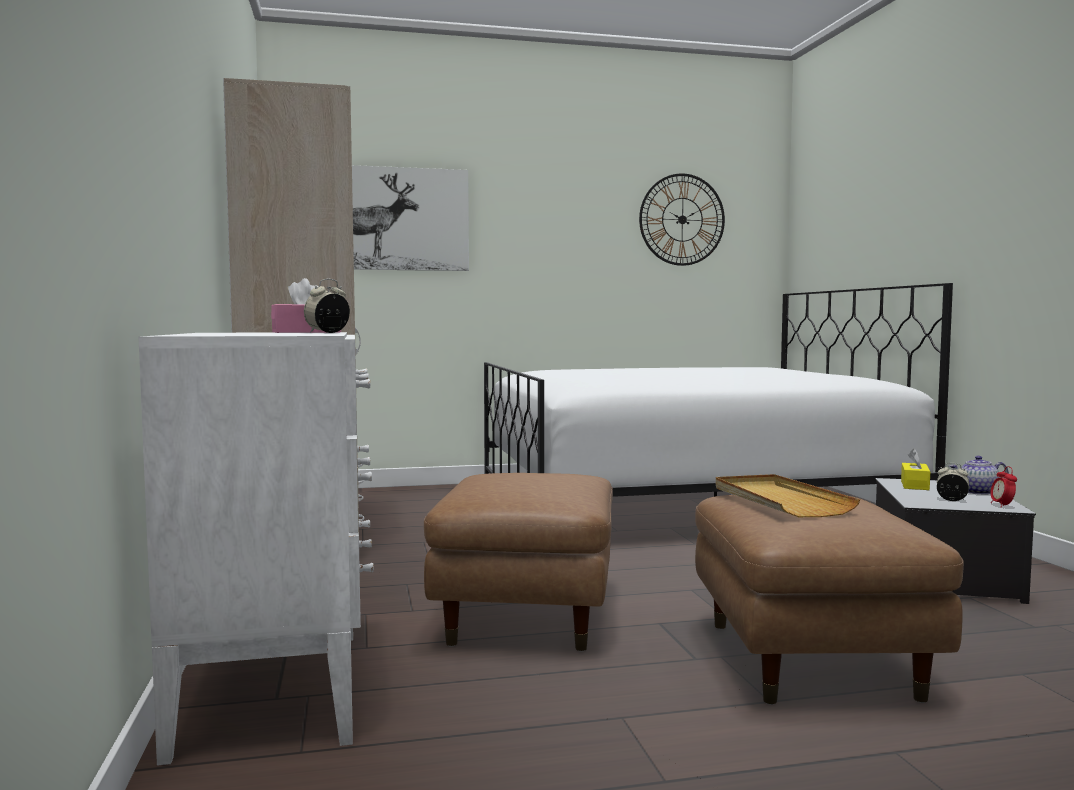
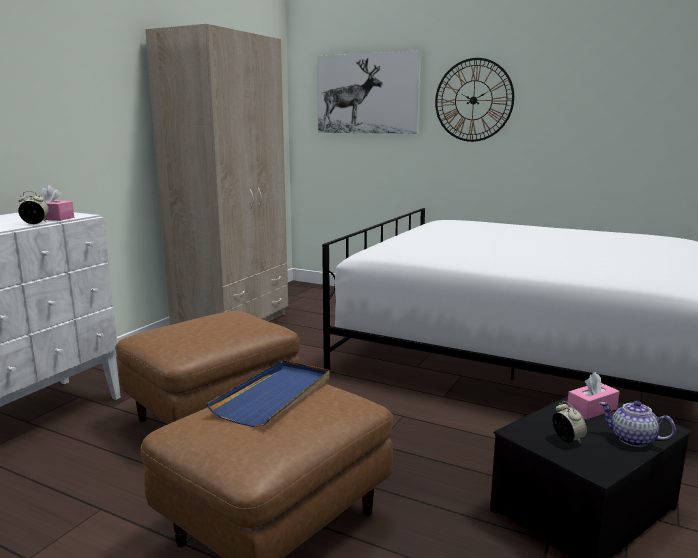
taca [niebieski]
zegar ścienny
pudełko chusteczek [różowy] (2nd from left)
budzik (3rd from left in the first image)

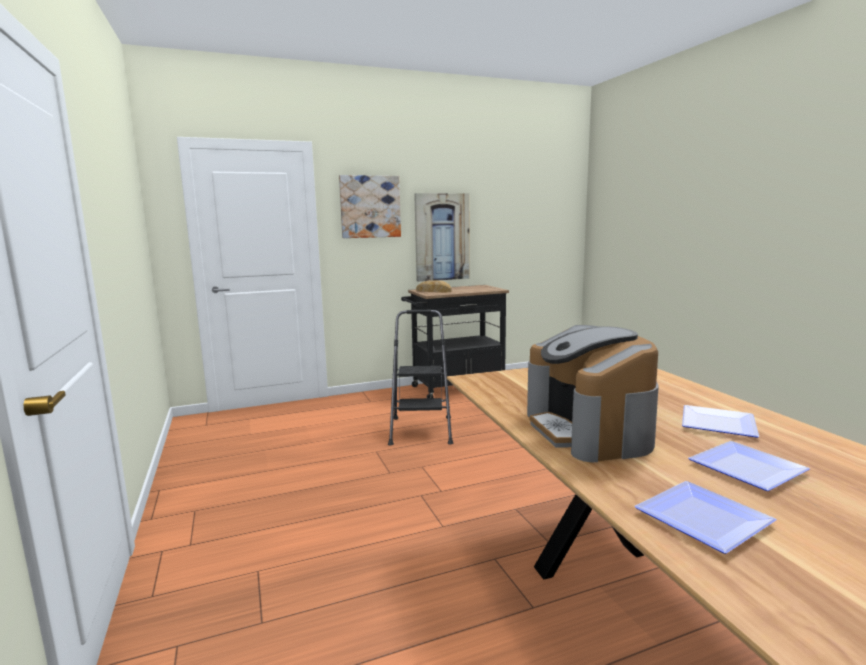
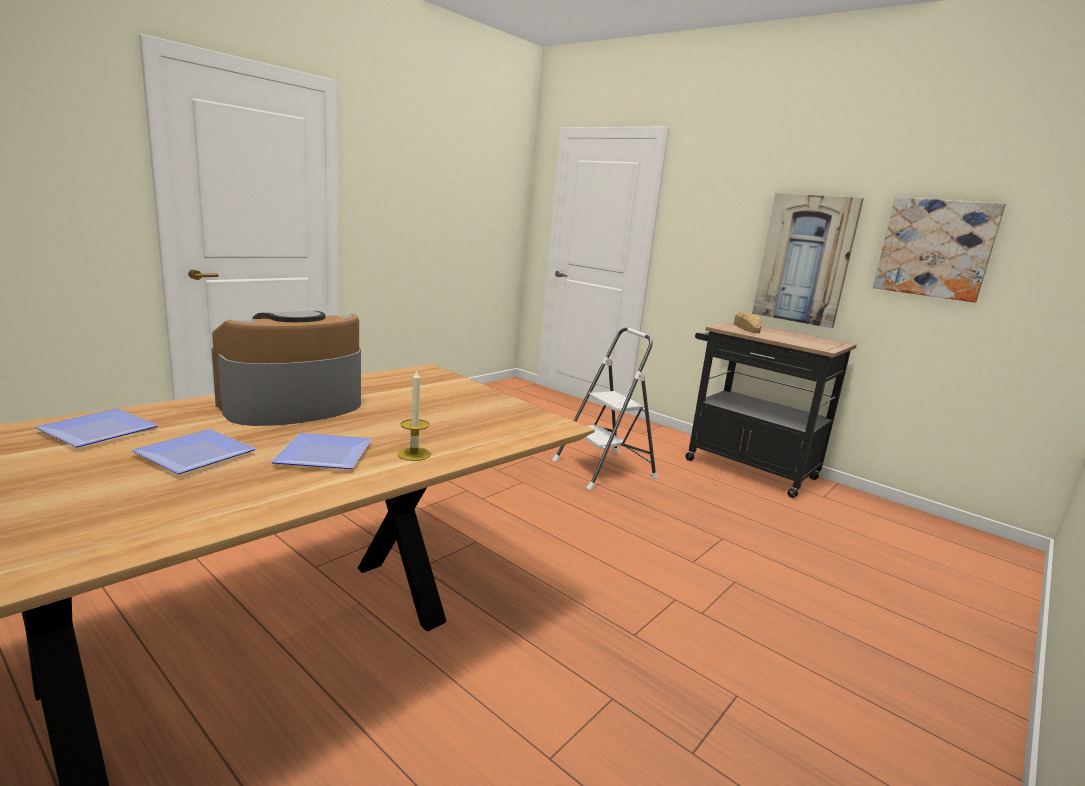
świeca
drabinka [biały]
obraz (2nd from left)

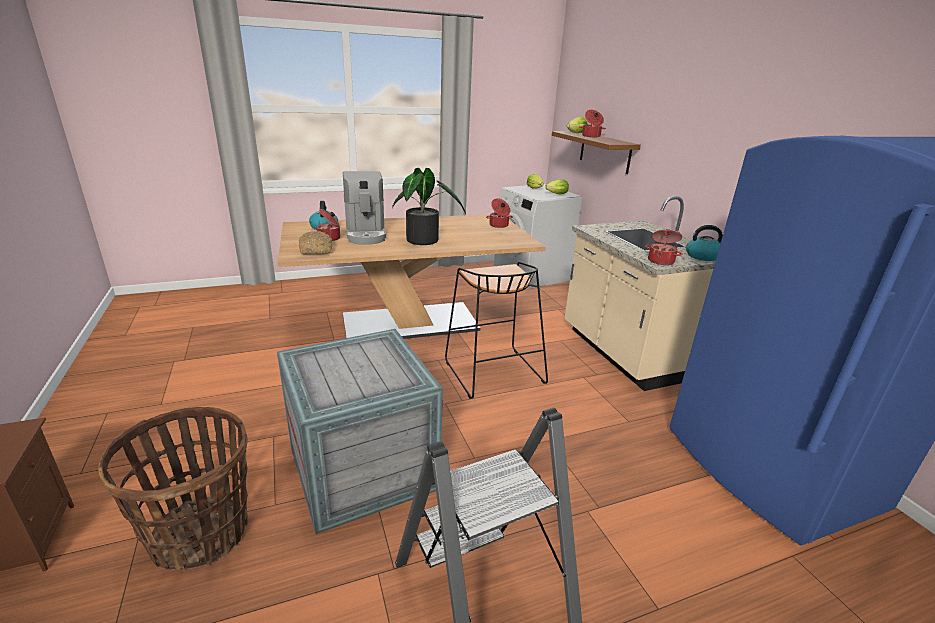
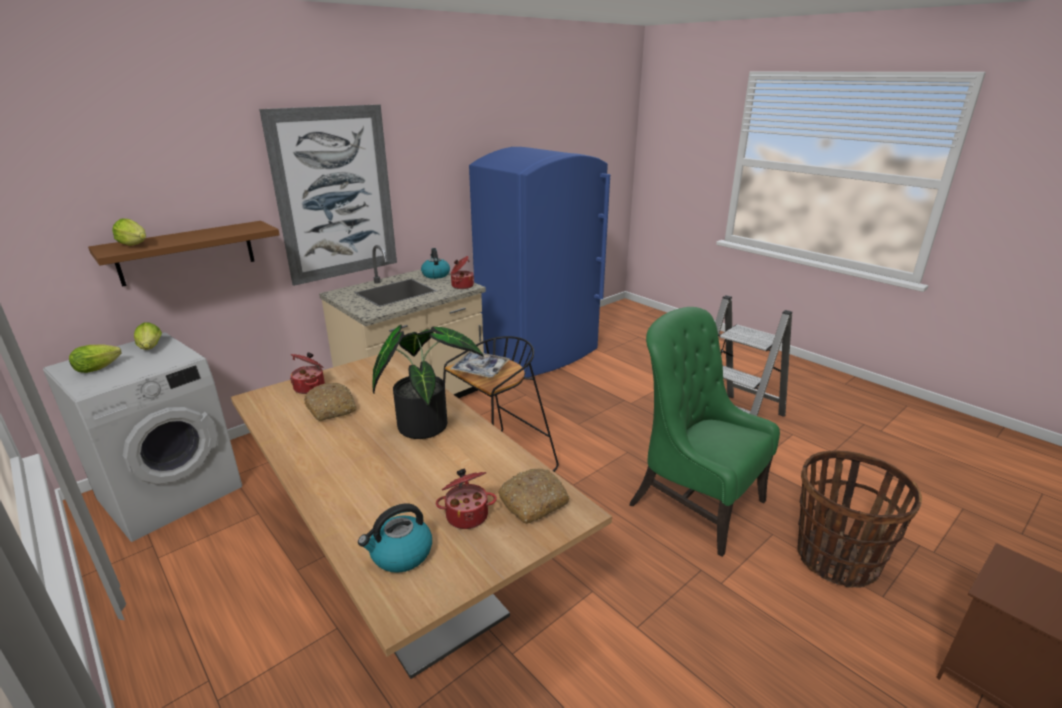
obraz
chleb (1st from left)
taca
krzesło [zielony]
ekspres do kawy
garnek (3rd from left in the first image)

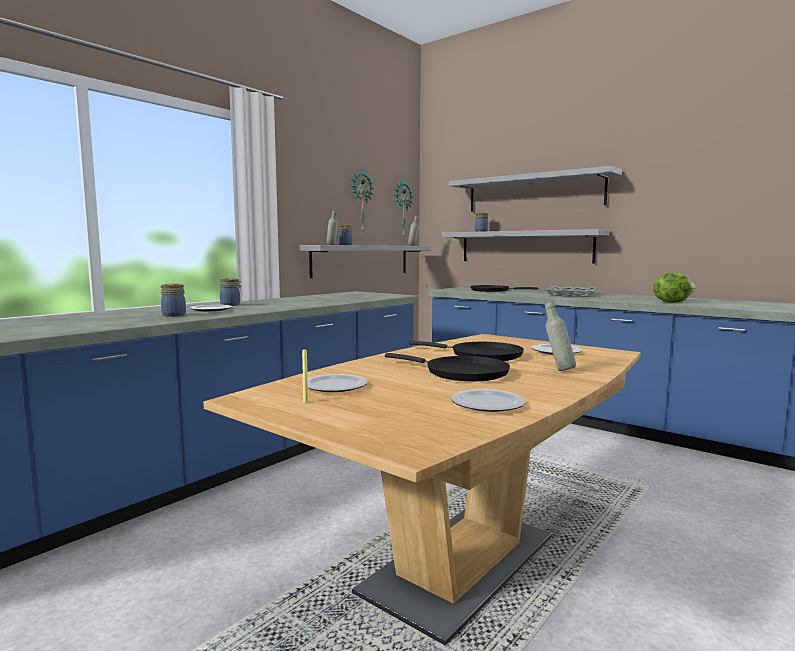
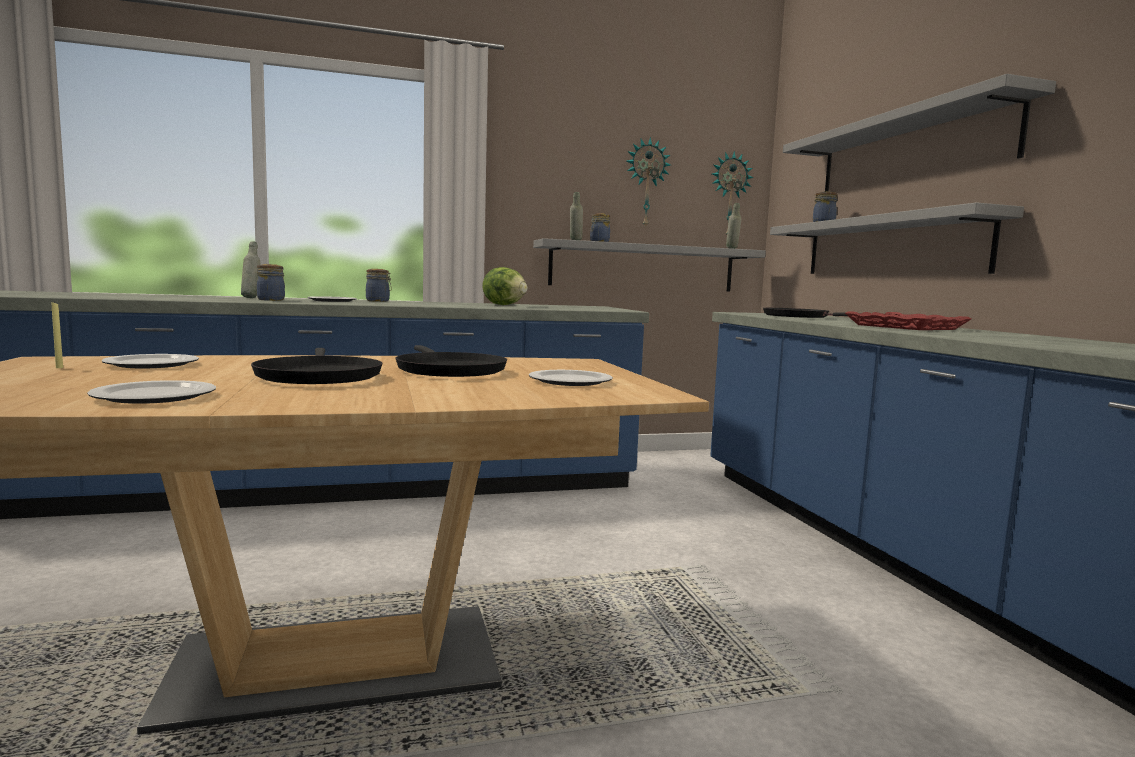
butelka [szary] (1st from left)
sałata
taca [czerwony]

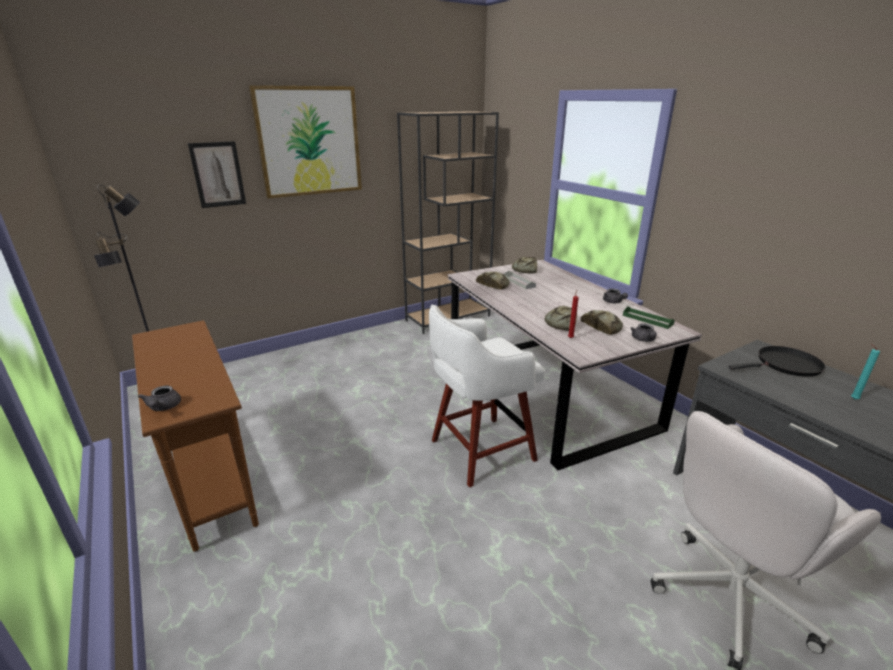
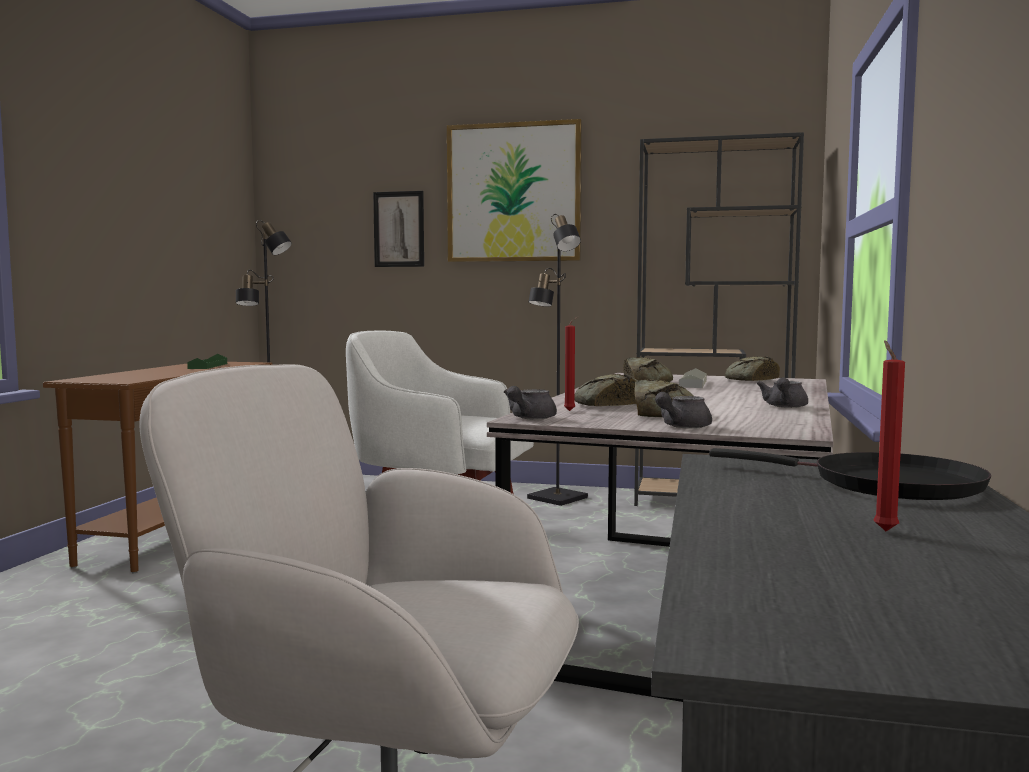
taca [zielony]
imbryk [szary] (1st from left)
lampa stojąca [czarny] (2nd from left)
świeca [czerwony] (2nd from left)

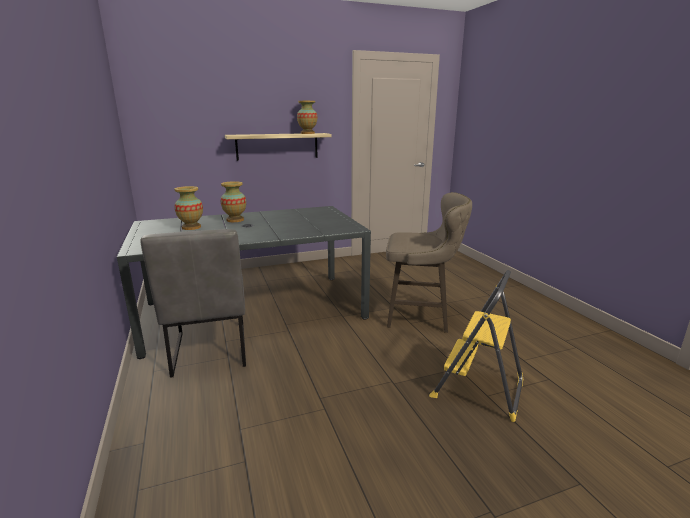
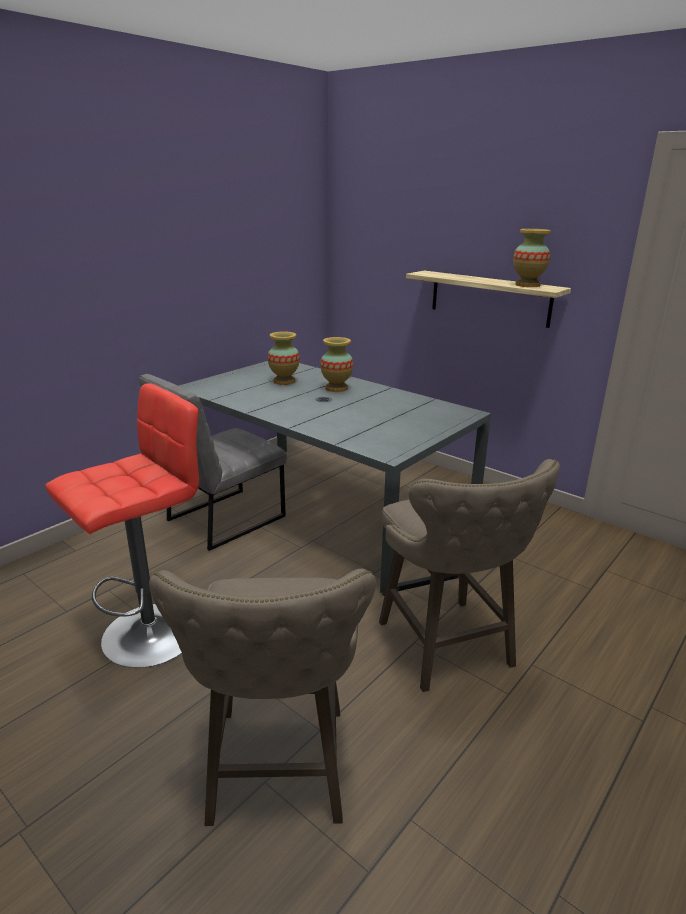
stołek [czerwony]
stołek [beżowy] (1st from left)

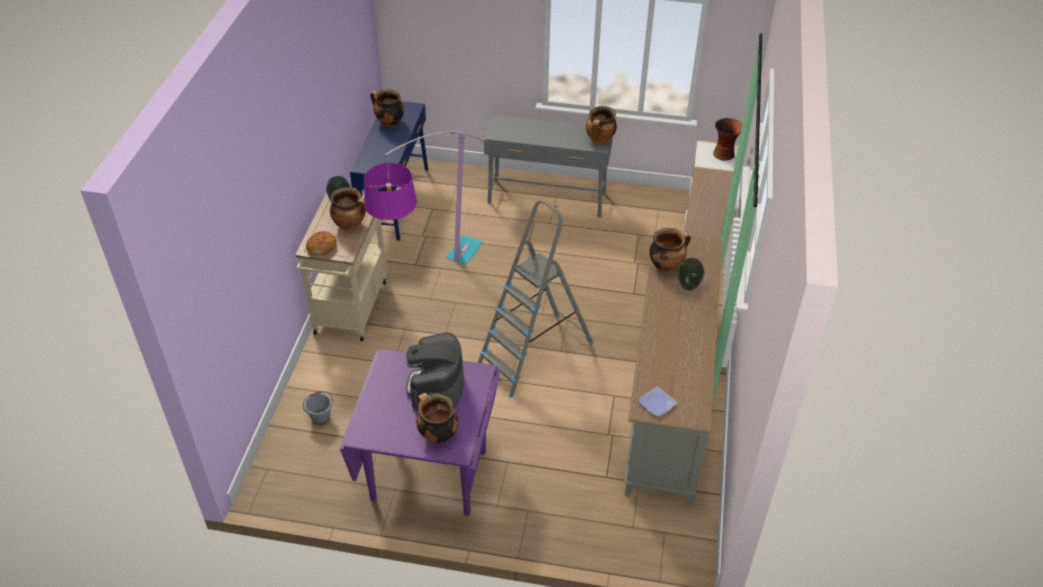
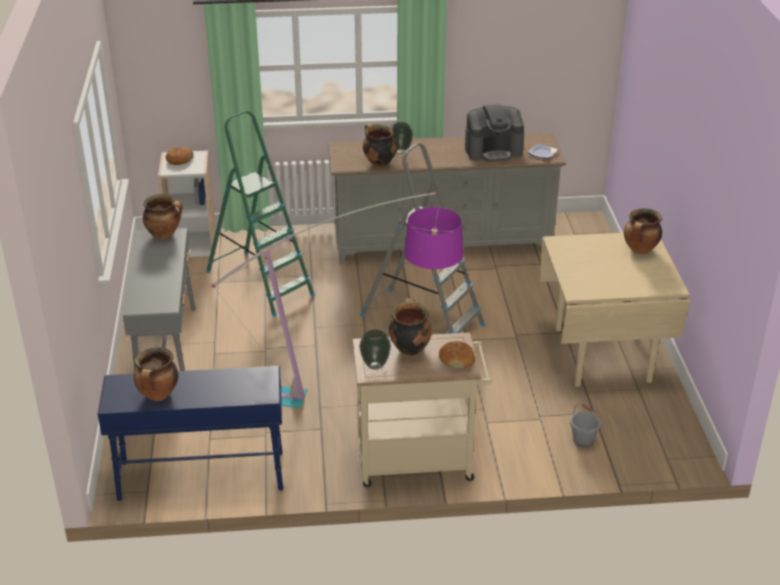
chleb (1st from left)
drabinka [zielony]
ekspres do kawy
stół jadalny [beżowy]

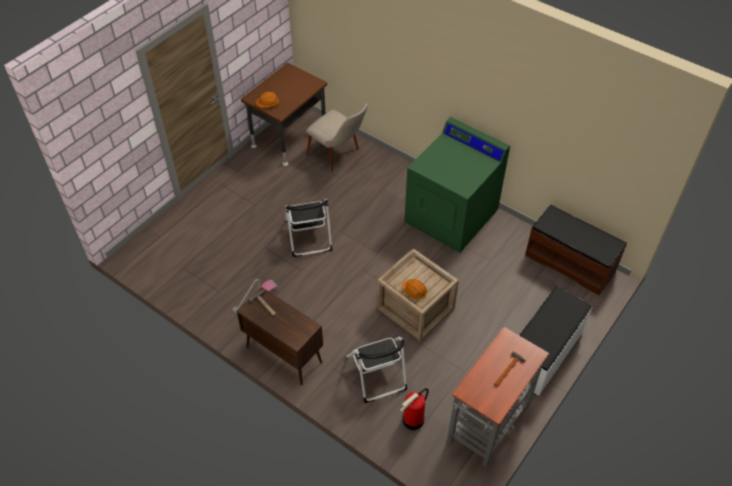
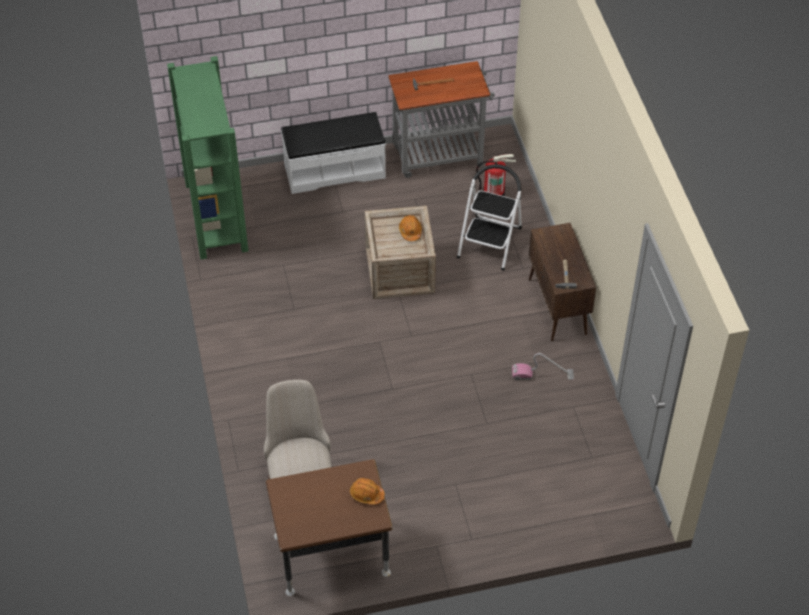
regał [zielony]
drabinka (1st from left in the first image)
pralka [zielony]

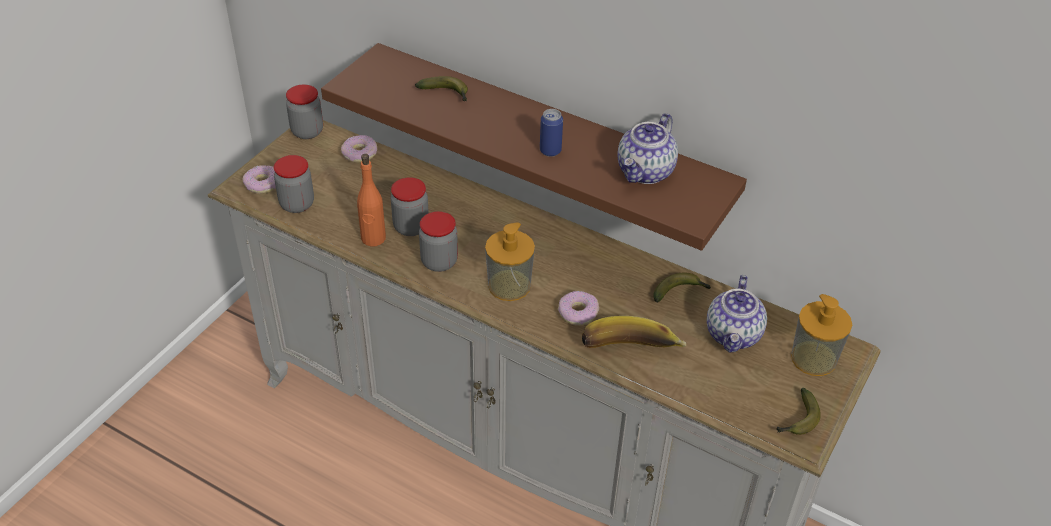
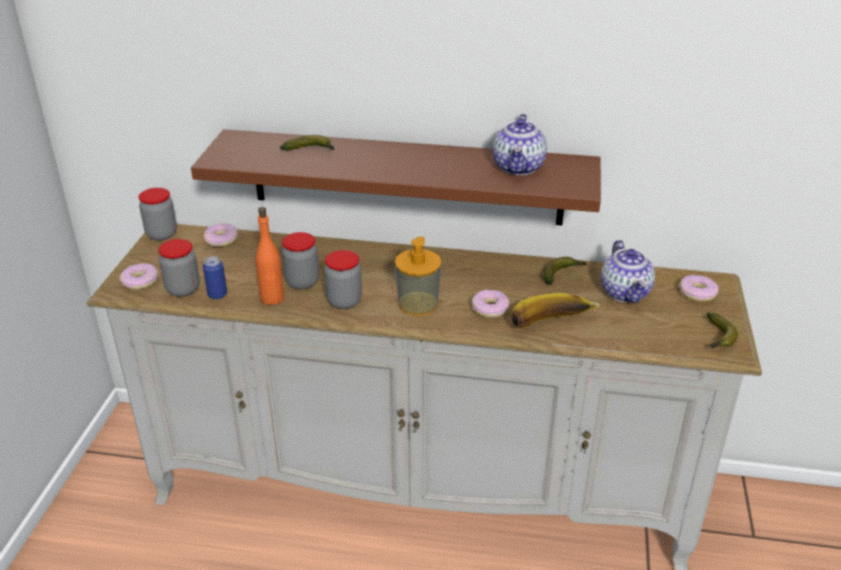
puszka
donut (4th from left)

